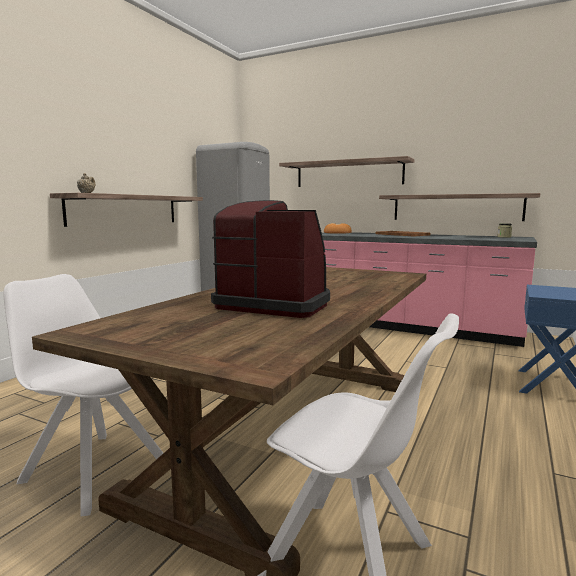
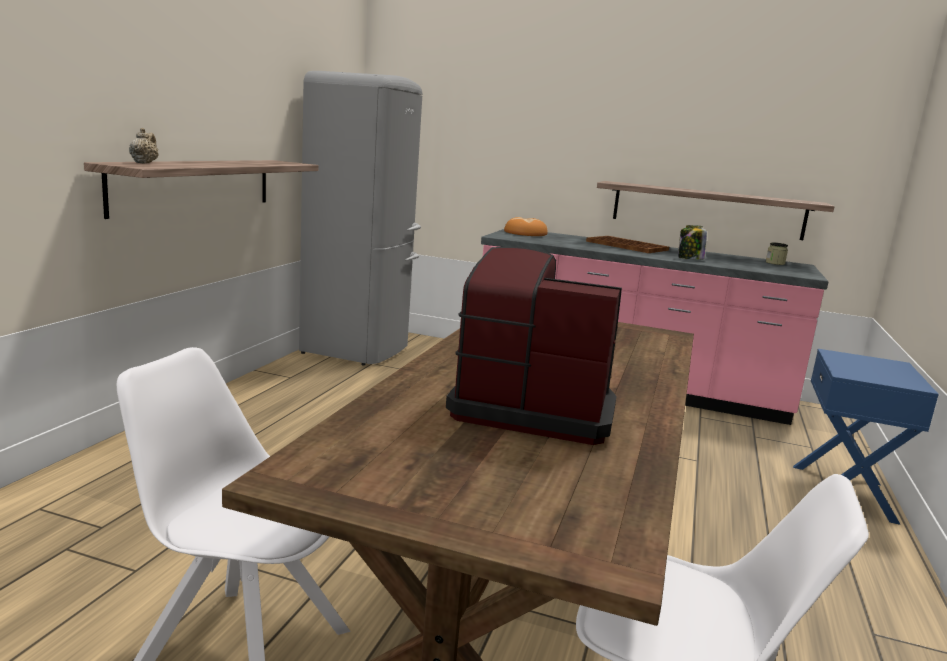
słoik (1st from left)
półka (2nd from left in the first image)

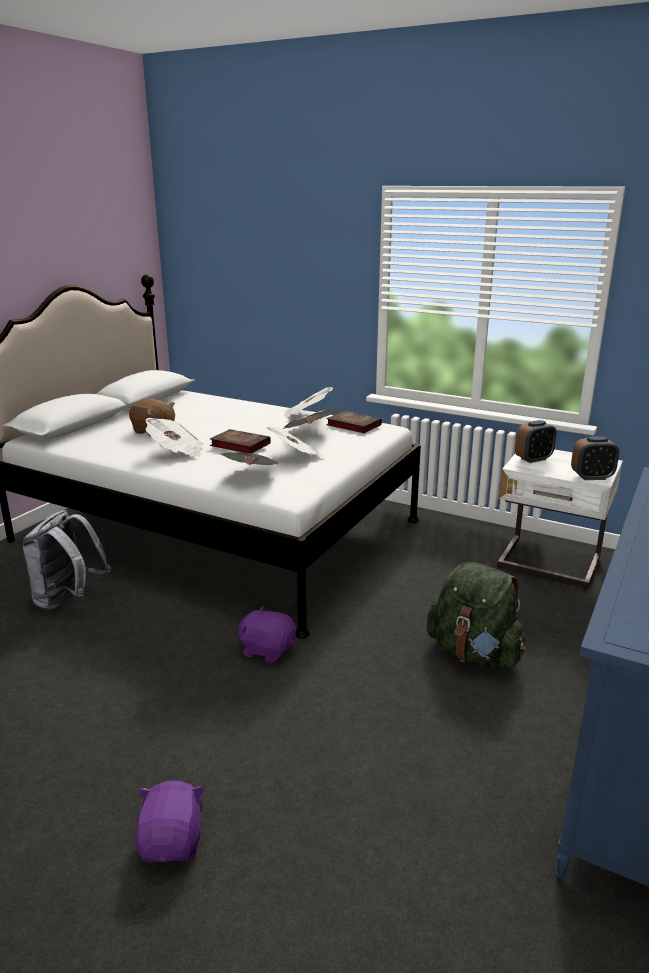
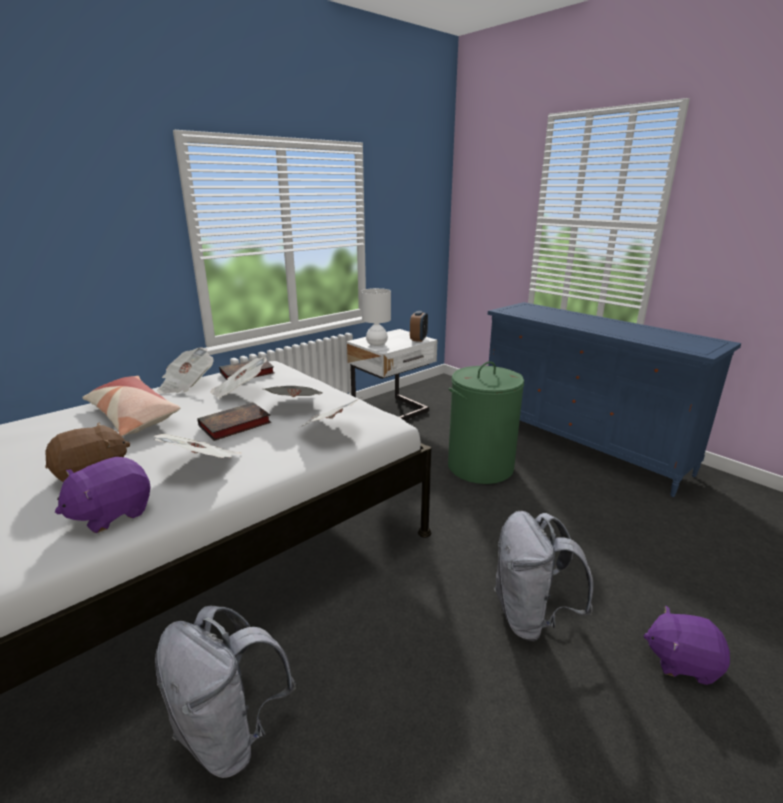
pluszak [fioletowy] (1st from left)
poduszka
lampa stołowa [biały]
kosz na pranie [zielony]
plecak [szary] (2nd from left)

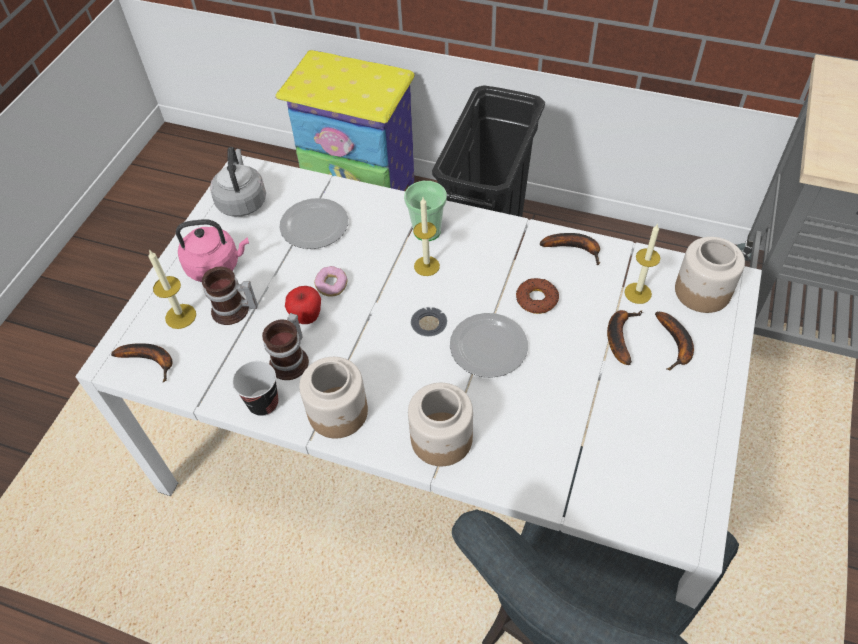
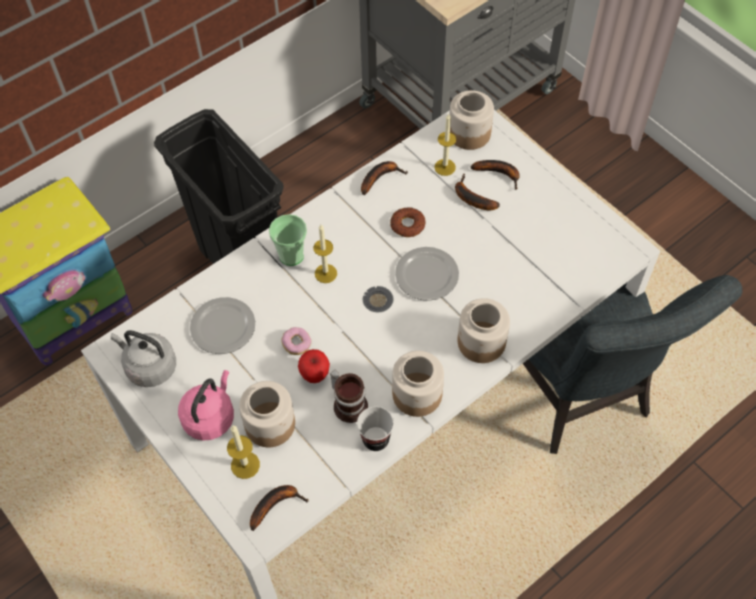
słoik (1st from left)

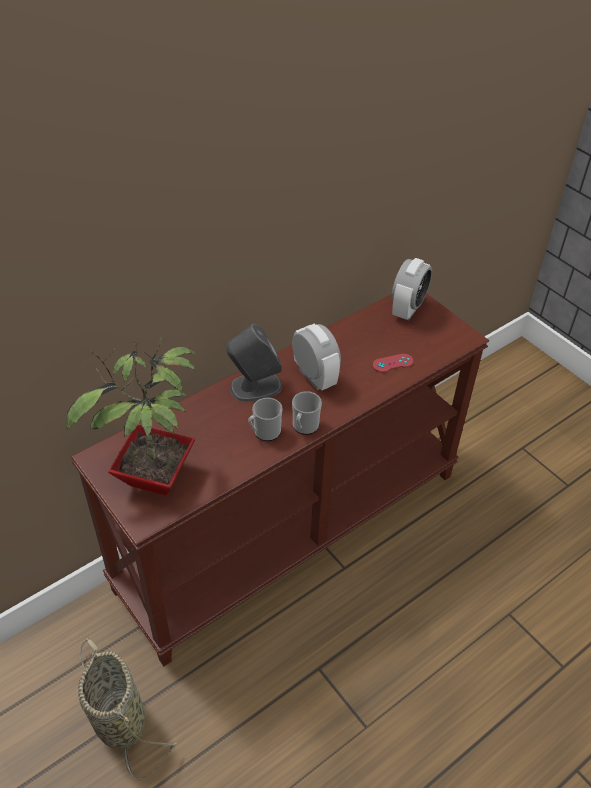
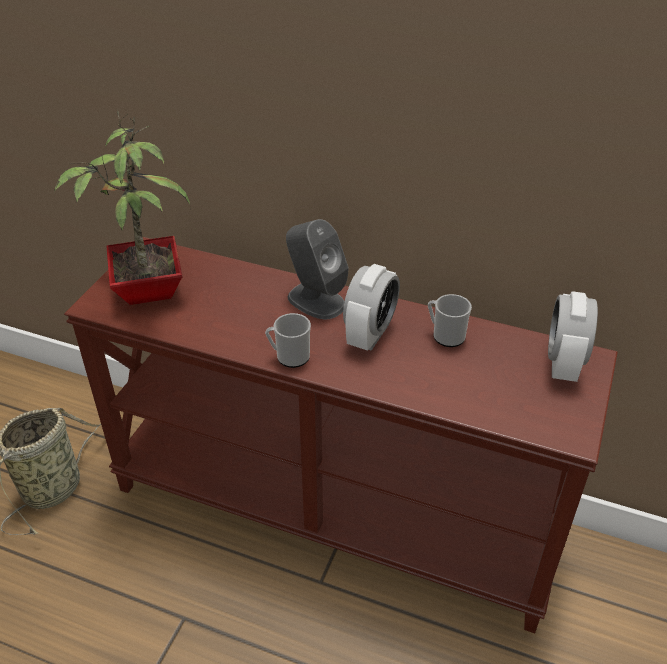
kubek (2nd from left)
budzik (2nd from left)
pad do gier [czerwony]

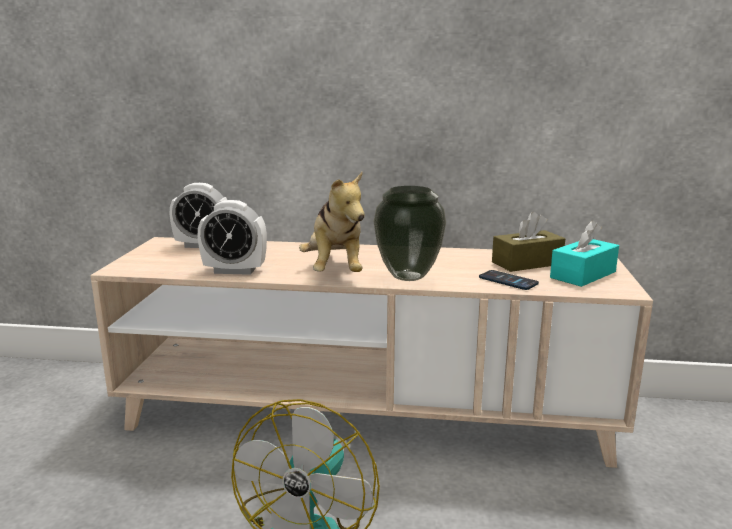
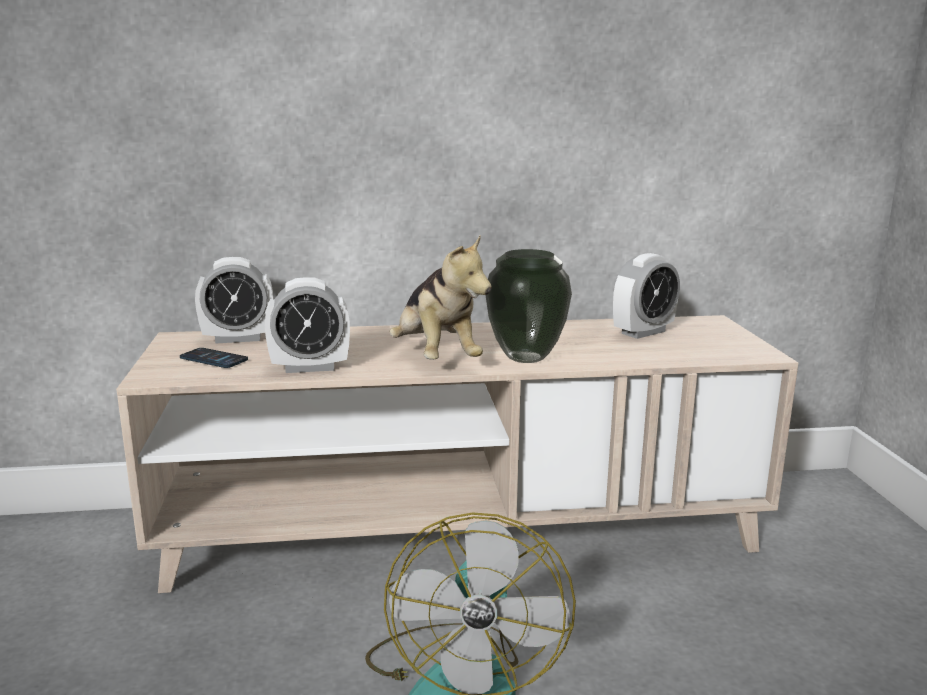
telefon
budzik (3rd from left)
pudełko chusteczek [turkusowy]

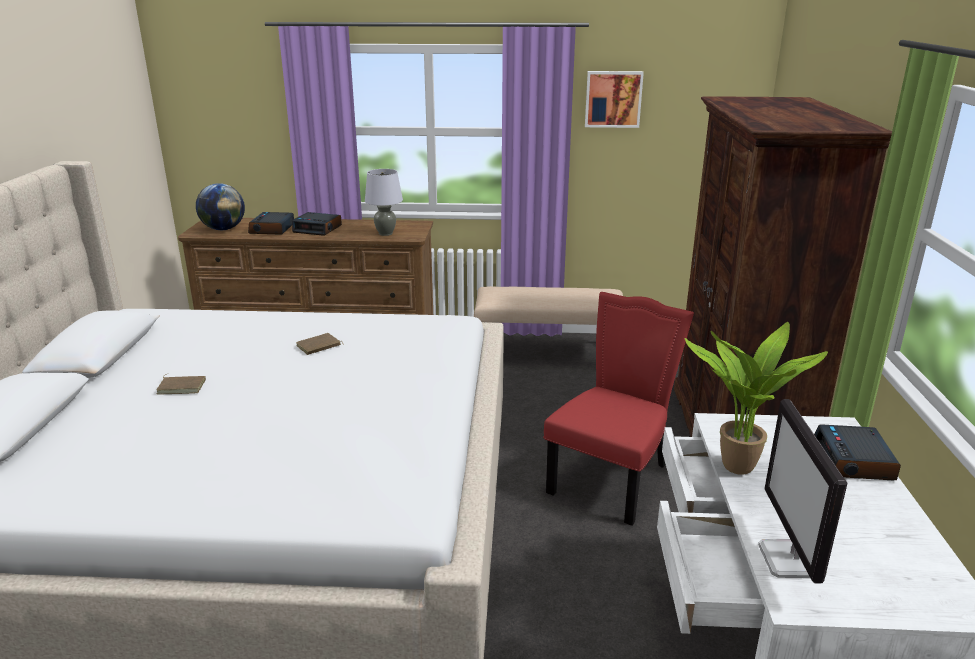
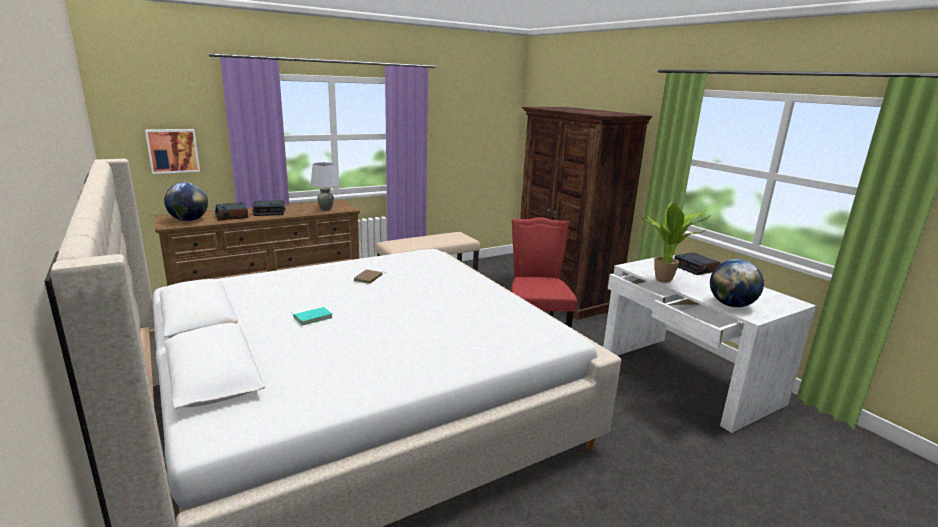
obraz
książka [turkusowy]
globus (2nd from left)

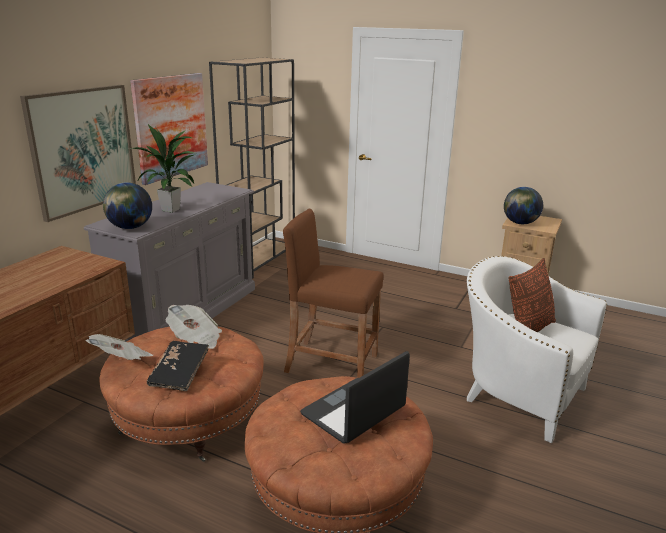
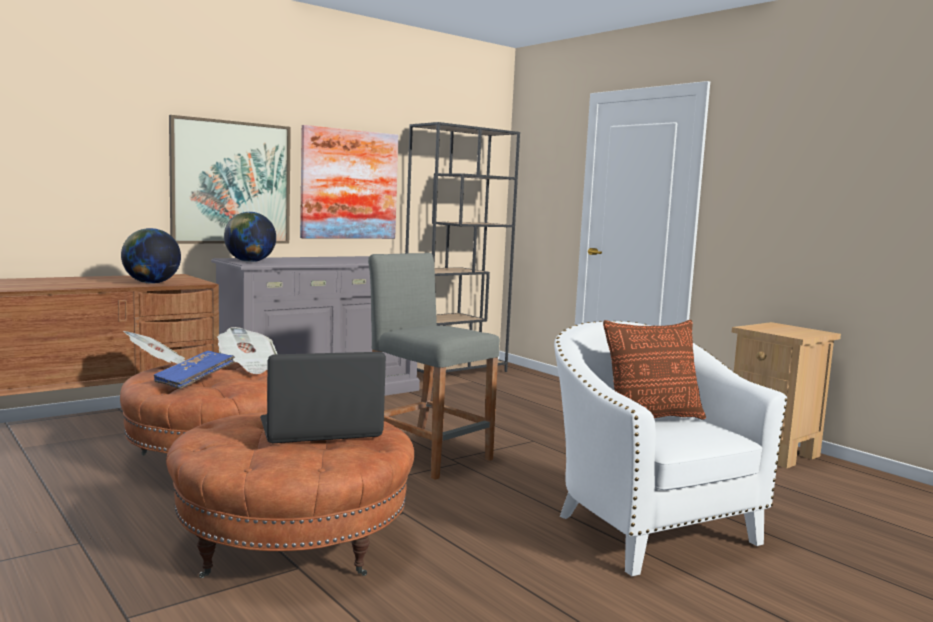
globus (1st from left)
książka [niebieski]
stołek [szary]
roślina doniczkowa

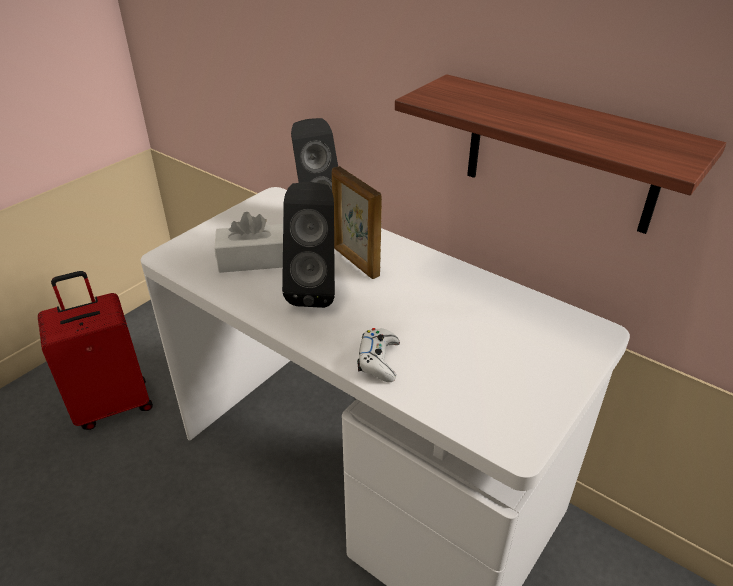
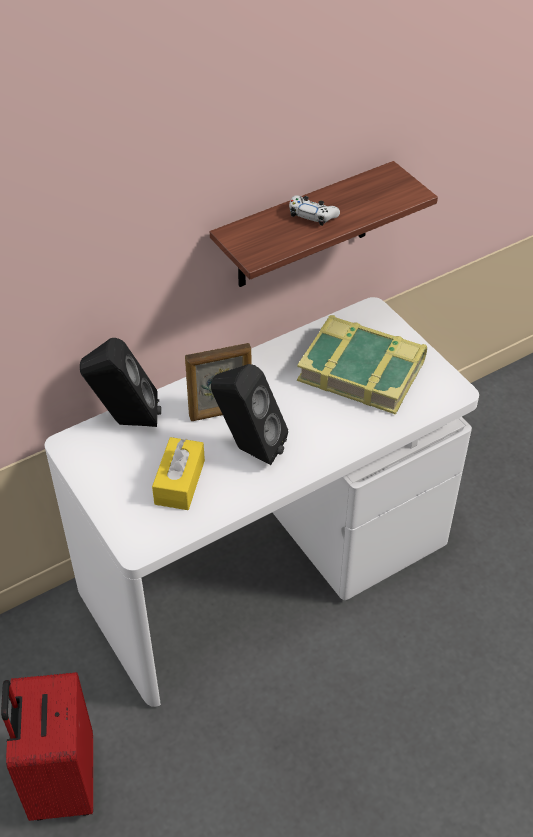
pudełko chusteczek [żółty]
pad do gier [biały]
książka

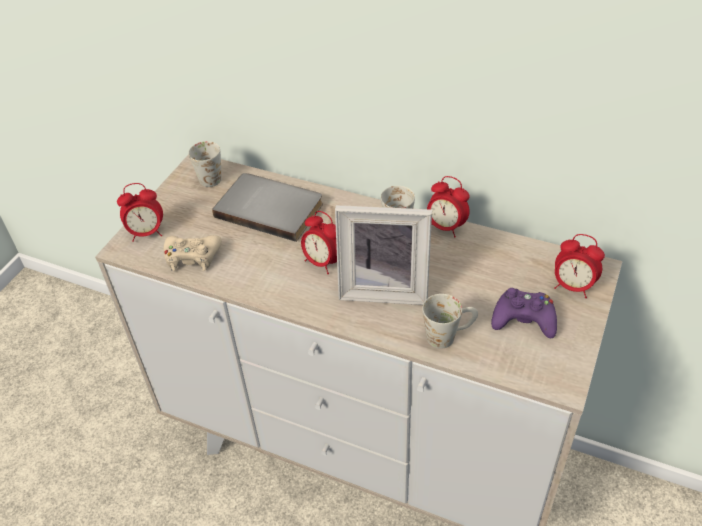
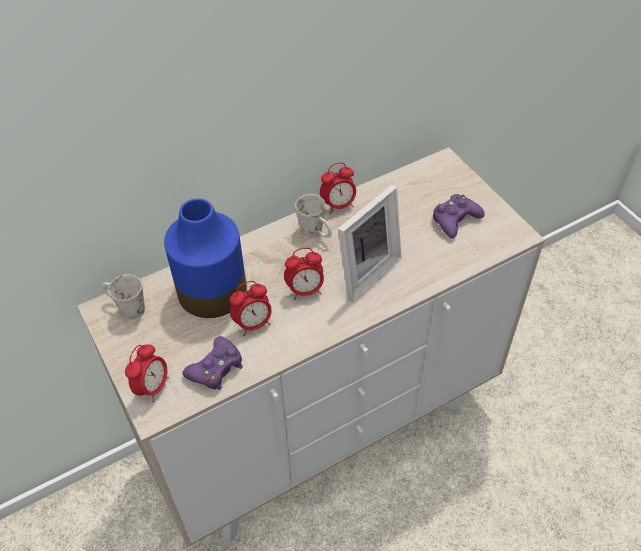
wazon [niebieski]
pad do gier [fioletowy] (1st from left)
budzik (2nd from left)
kubek [biały] (3rd from left in the first image)

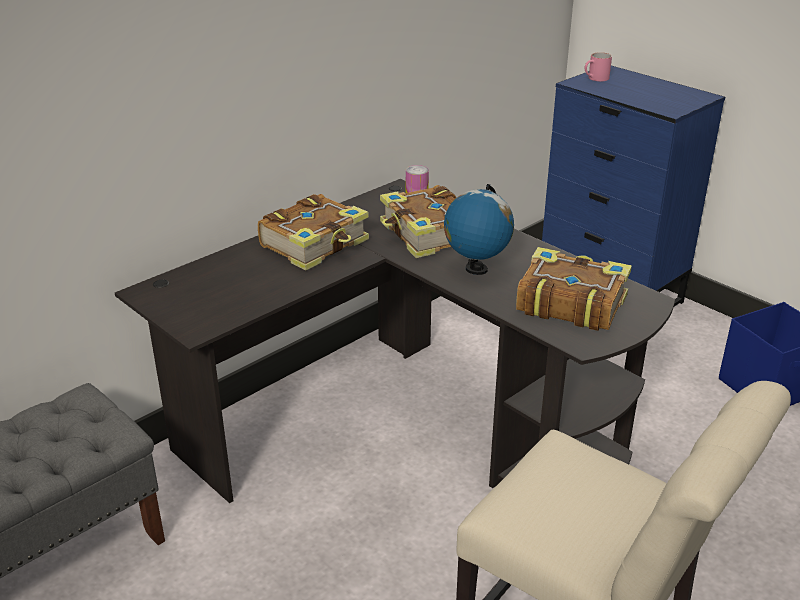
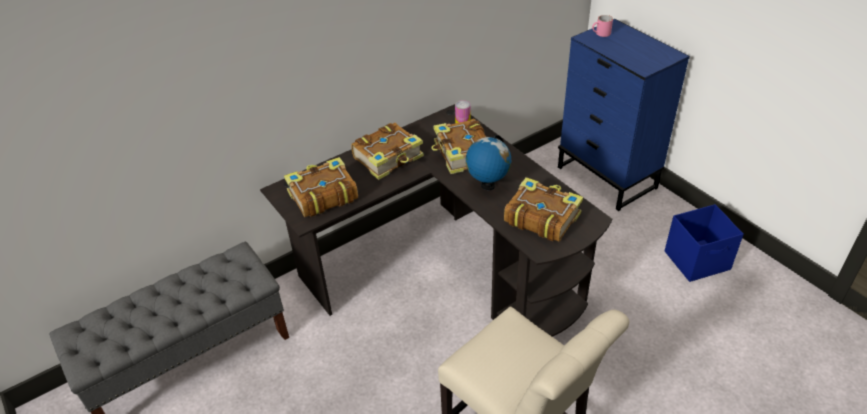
książka (1st from left)

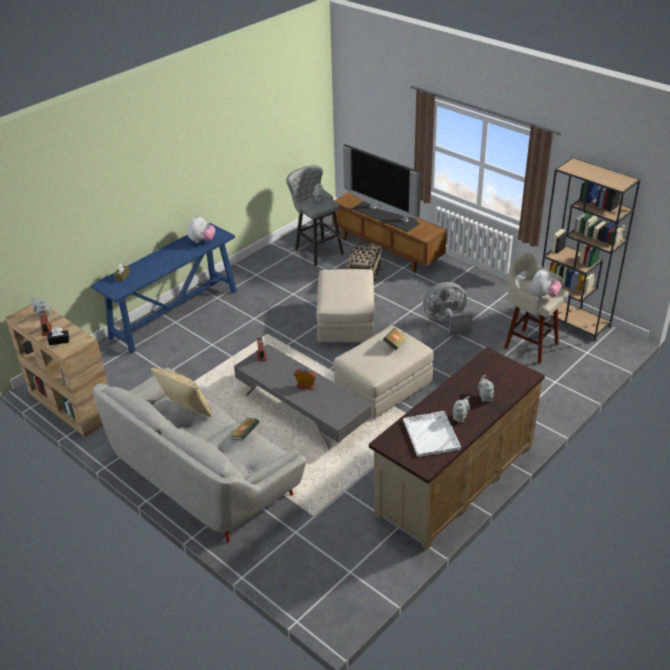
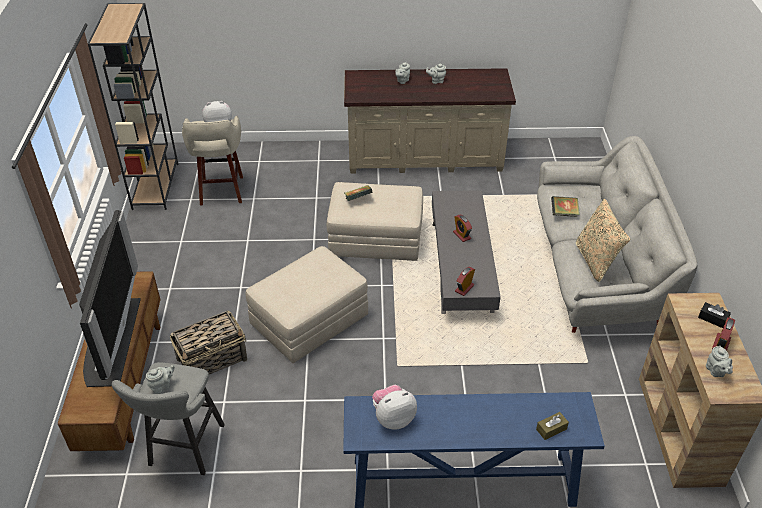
taca [biały]
wentylator [szary]

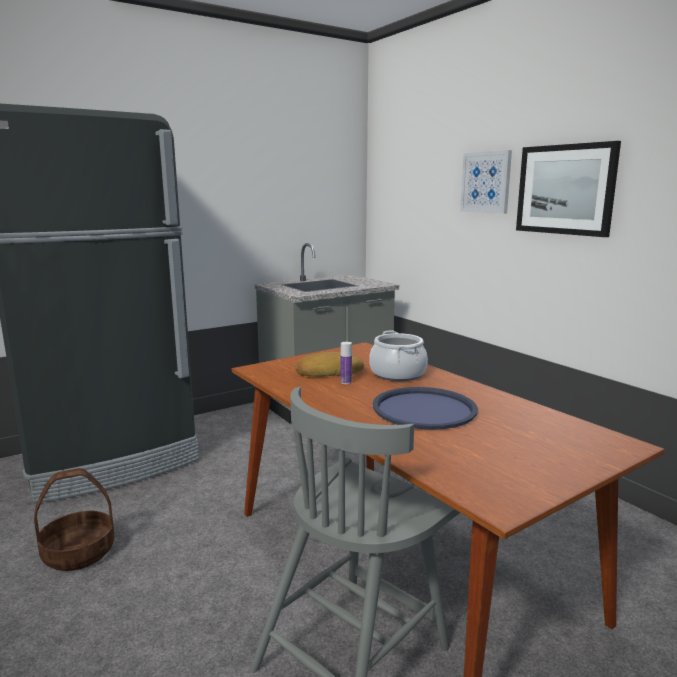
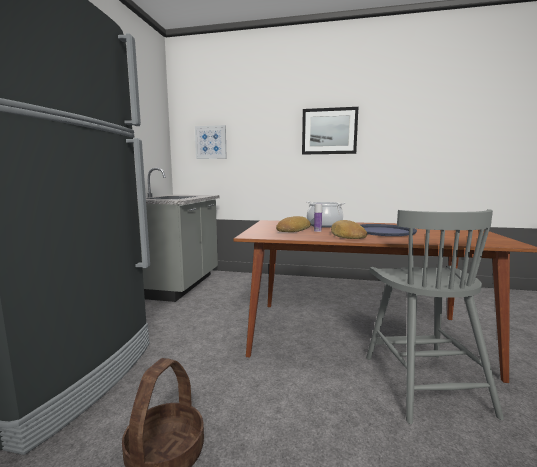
obraz (1st from left)
chleb (2nd from left)

